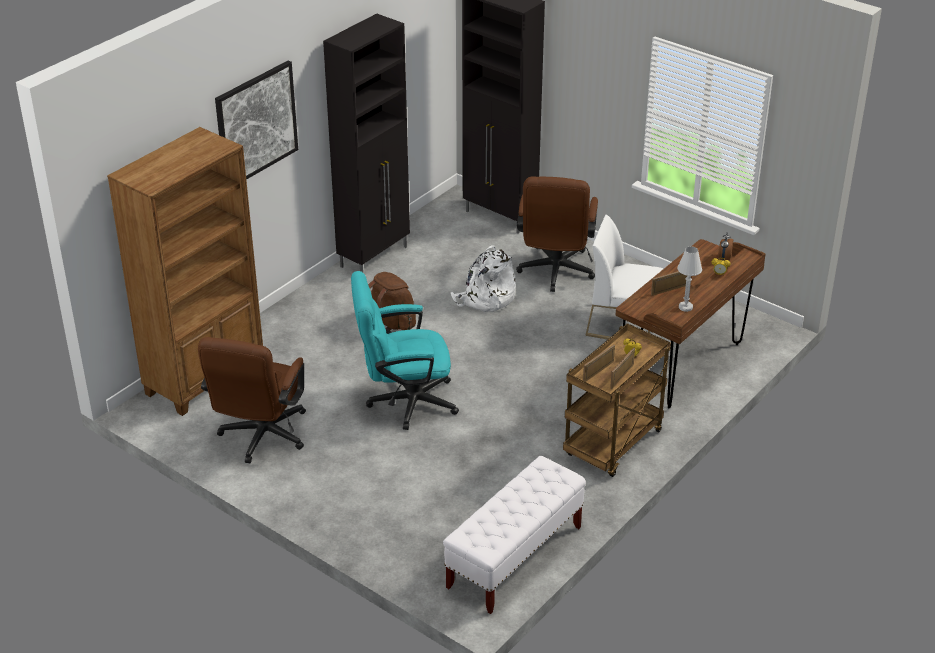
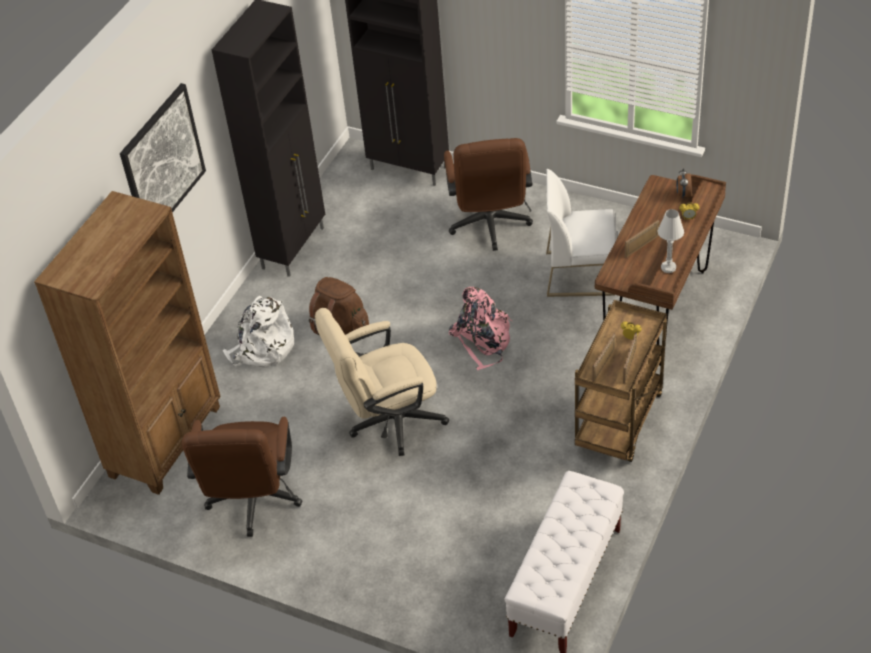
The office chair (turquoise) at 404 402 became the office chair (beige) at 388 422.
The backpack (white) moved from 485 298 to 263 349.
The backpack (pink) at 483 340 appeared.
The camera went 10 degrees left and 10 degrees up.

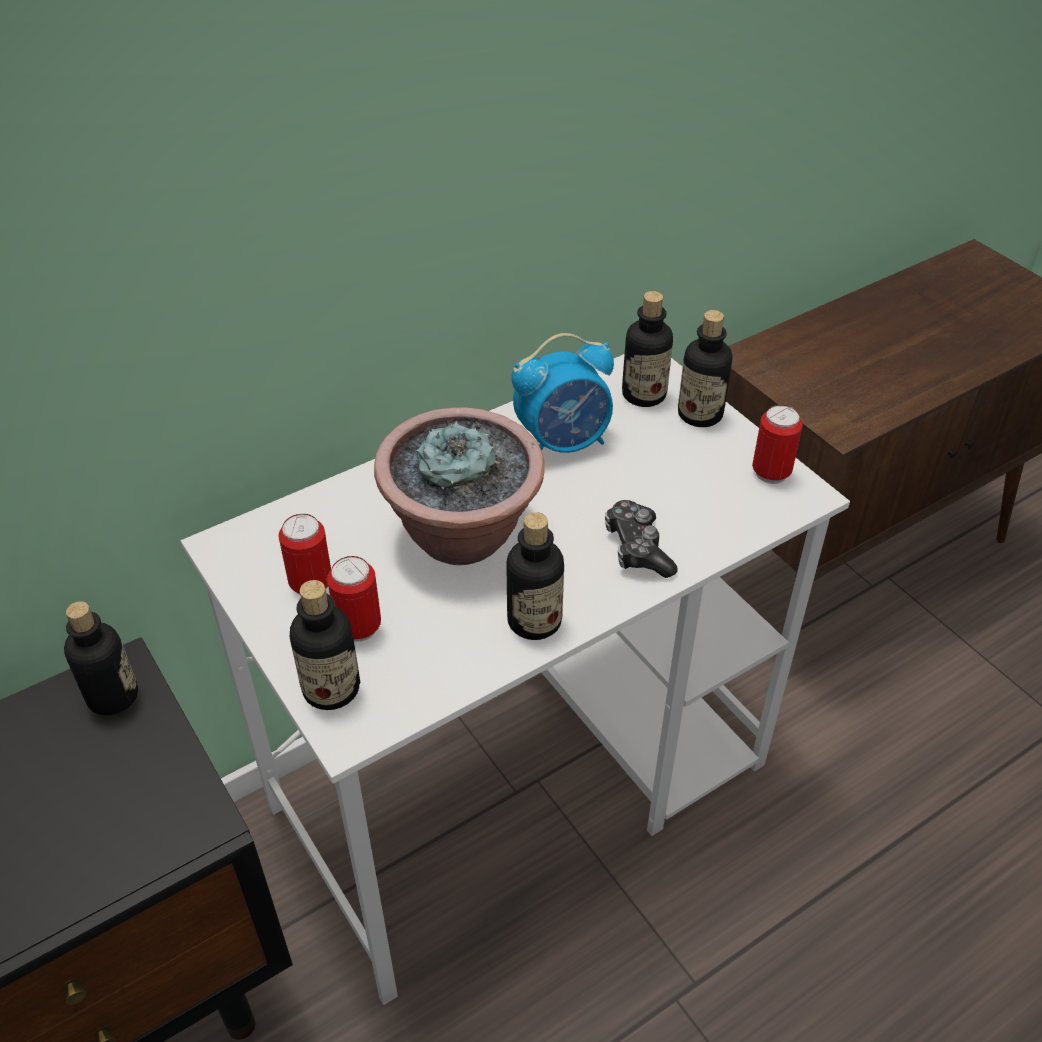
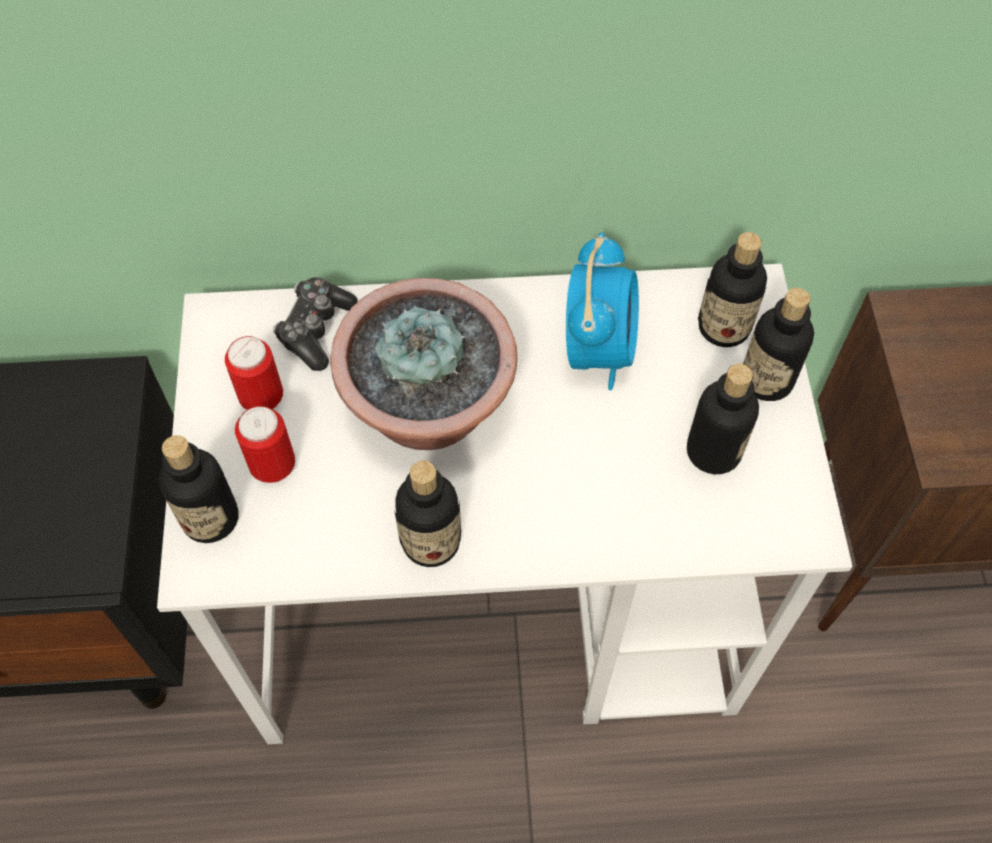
The bottle moved from 113 696 to 713 451.
The alarm clock at 563 443 turned 90 degrees counterclockwise.
The game controller moved from 637 548 to 316 329.
The can at 771 473 disappeared.
The camera went 30 degrees right and 15 degrees up.

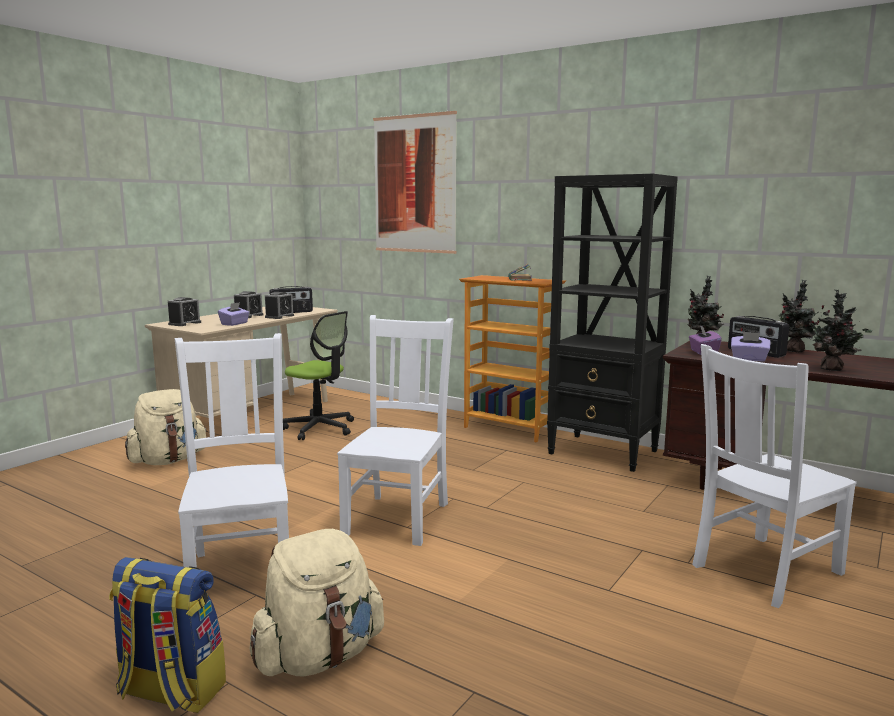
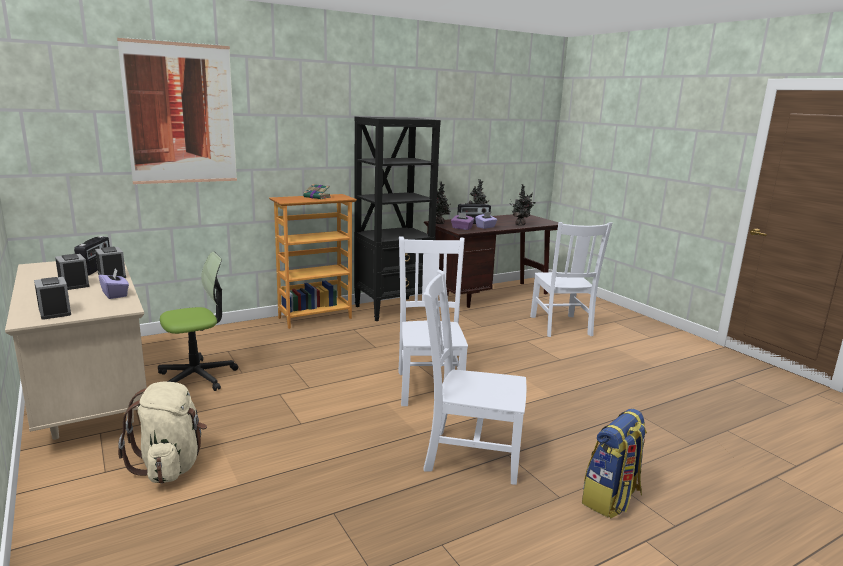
The backpack (beige) at 319 657 disappeared.
The chair (white) at 398 517 turned 45 degrees clockwise.
The camera went 65 degrees left and 5 degrees up.

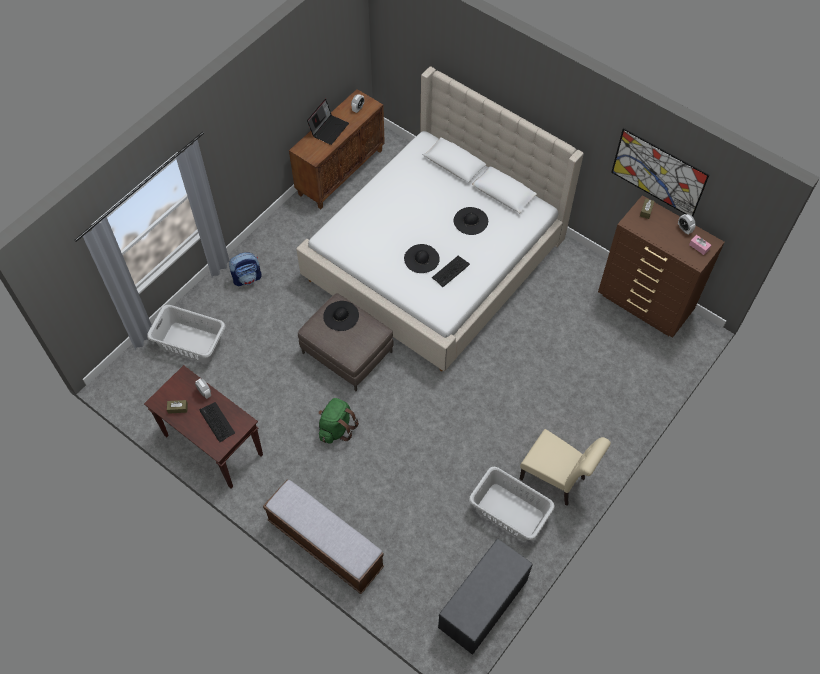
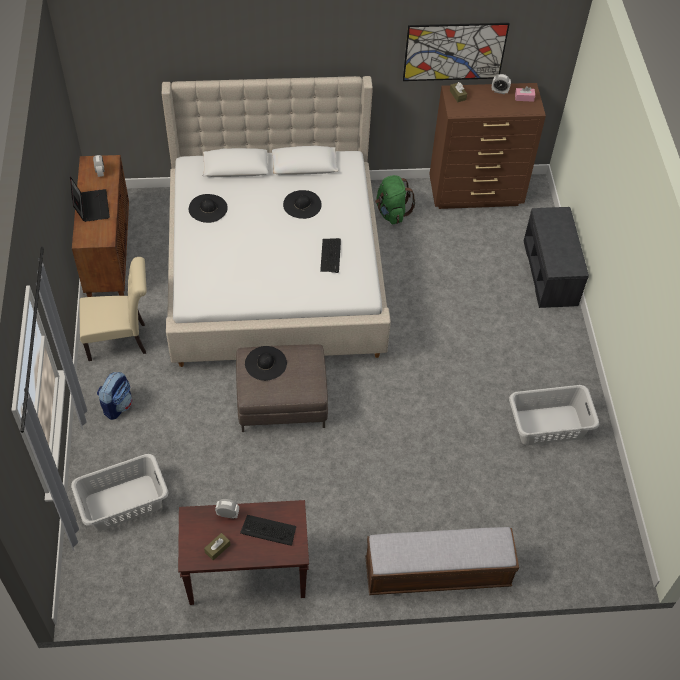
The backpack (green) moved from 336 428 to 391 212.
The hat (black) moved from 421 258 to 208 208.
The bench (grey) moved from 483 605 to 551 273.
The chair (beige) moved from 556 480 to 121 341.
The camera went 45 degrees left and 5 degrees down.

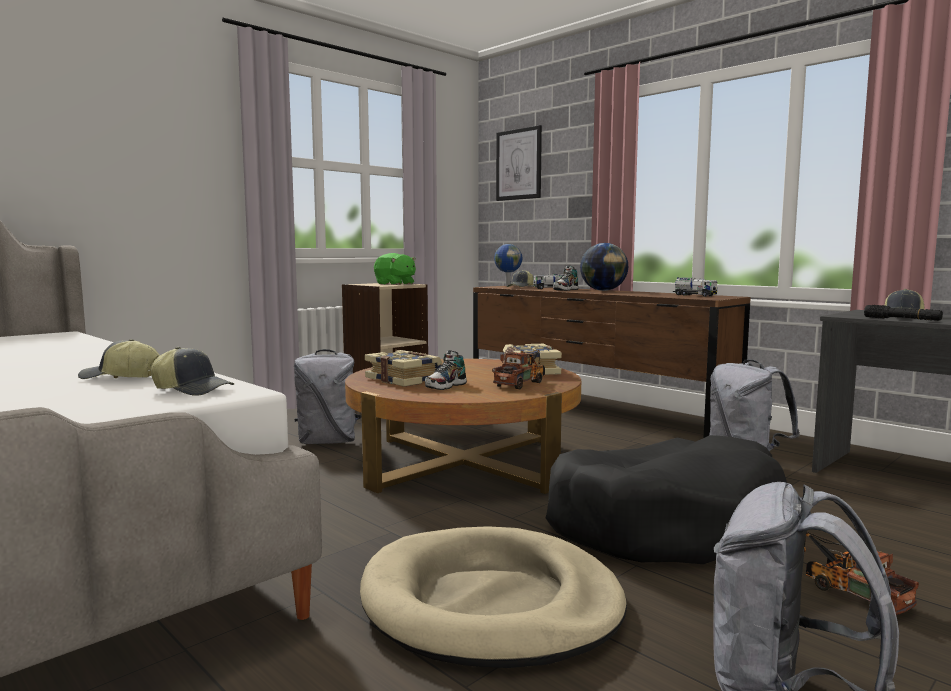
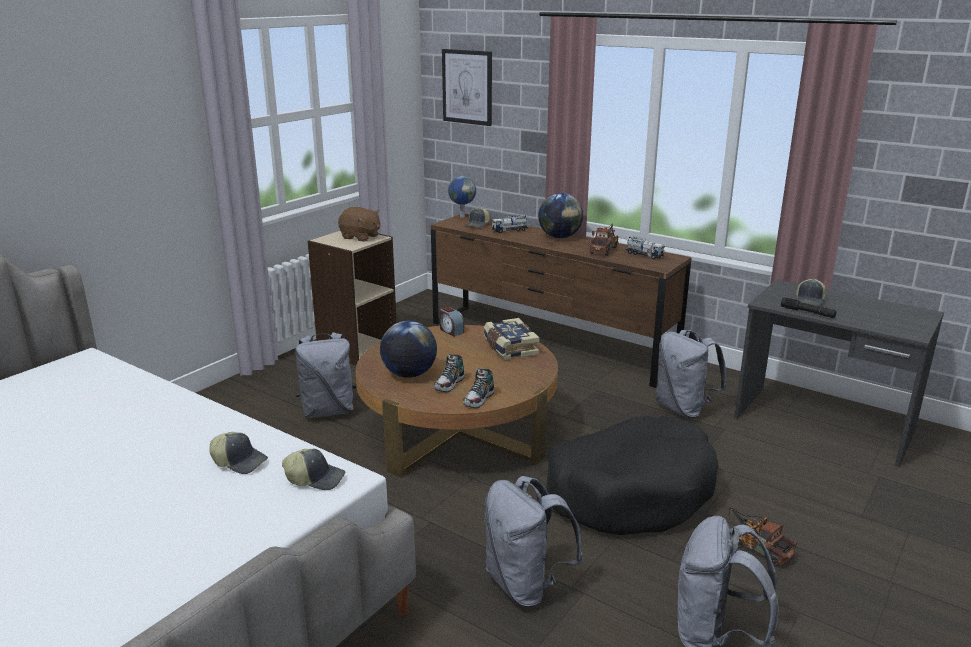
The cap at 120 378 turned 150 degrees counterclockwise.
The dog bed (beige) at 491 604 was replaced by the backpack (grey) at 526 585.
The book at 404 380 was replaced by the globe at 409 374.
The plush toy (green) at 395 284 became the plush toy (brown) at 360 237.
The toy truck moved from 522 383 to 604 249.
The shoe moved from 565 290 to 479 399.
The alarm clock at 451 331 appeared.
The camera went 10 degrees left and 15 degrees up.

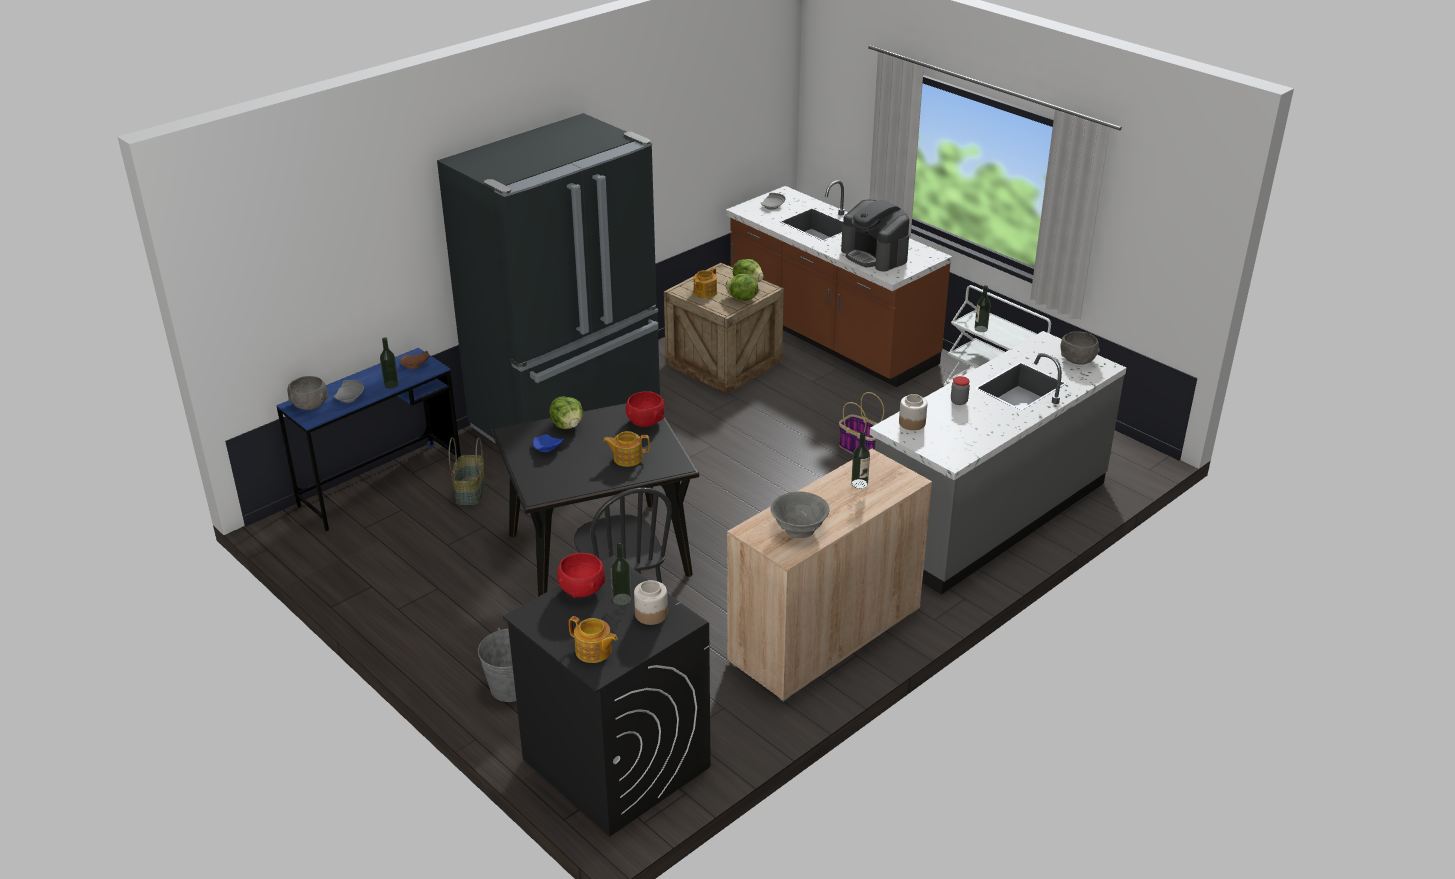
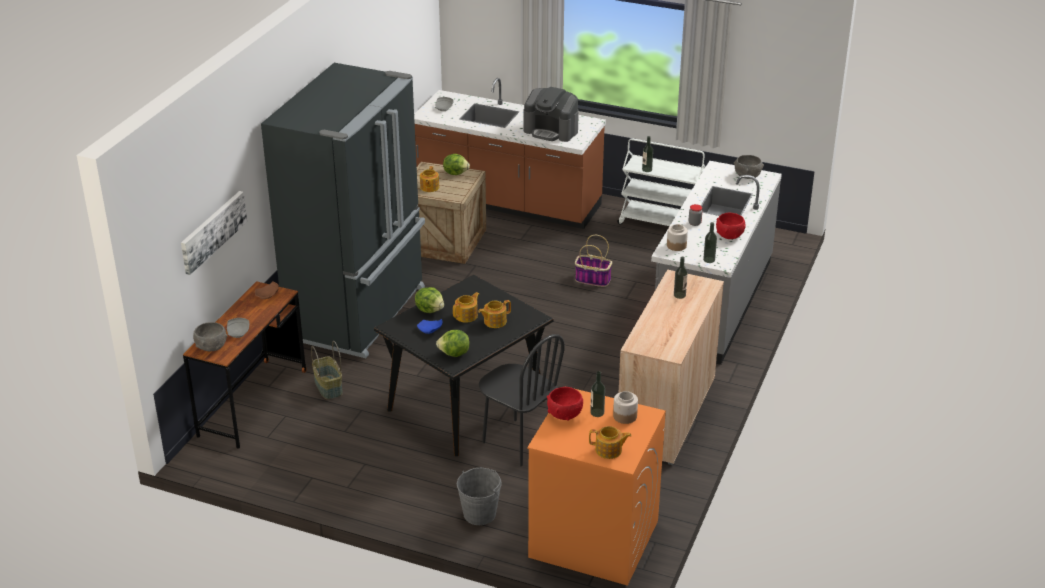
The desk (blue) at 381 486 became the desk (brown) at 253 403.
The bottle moved from 391 384 to 709 260.
The washing machine (black) at 614 762 became the washing machine (orange) at 592 539.
The bowl (red) moved from 645 421 to 729 235.
The lettuce moved from 742 299 to 454 354.
The bowl (grey) at 799 529 disappeared.
The picture at 212 231 appeared.
The teapot at 467 316 appeared.
The camera went 25 degrees left and 0 degrees up.

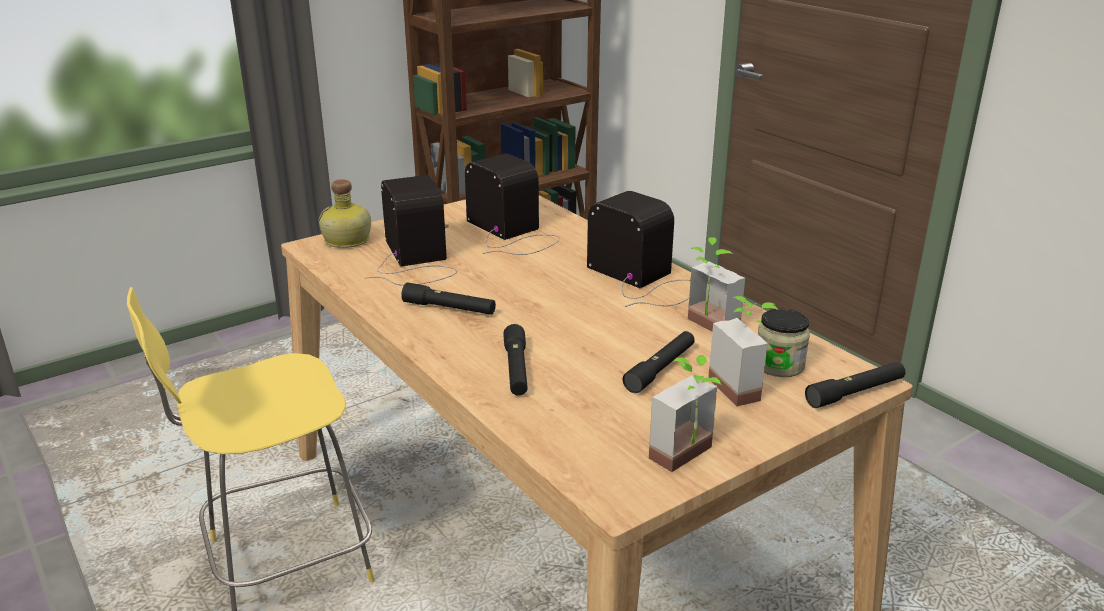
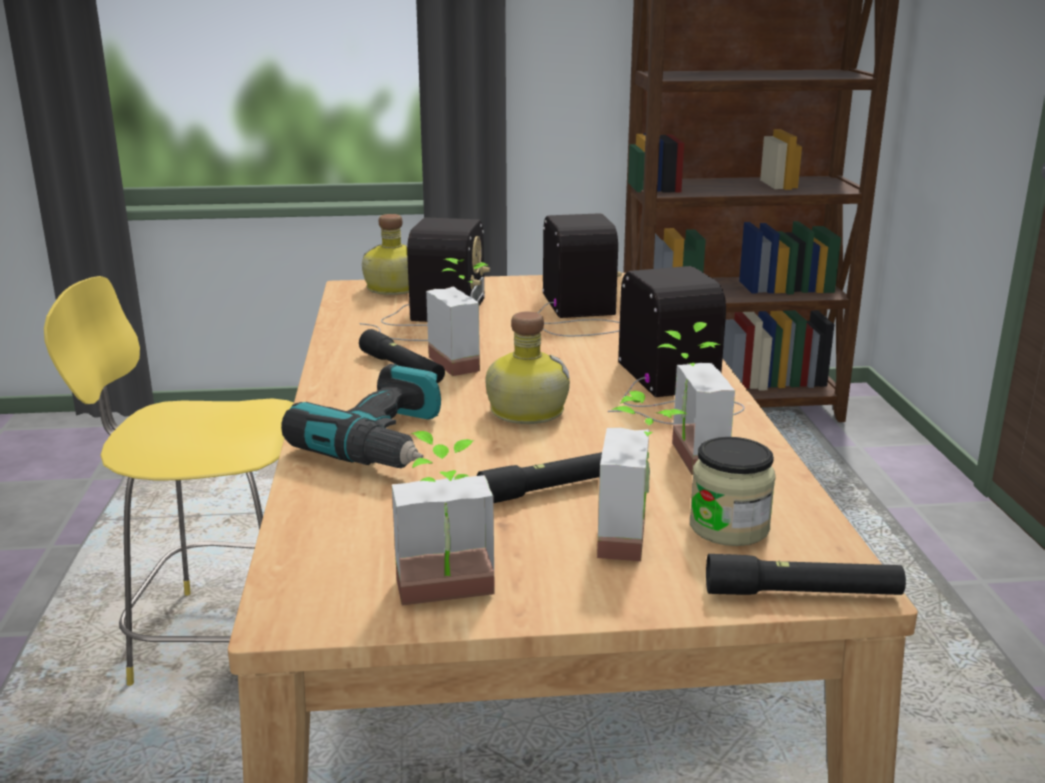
The flashlight (black) at 516 369 was replaced by the power drill at 385 443.
The potted plant at 465 362 appeared.
The bottle at 525 410 appeared.
The camera went 30 degrees right and 5 degrees down.

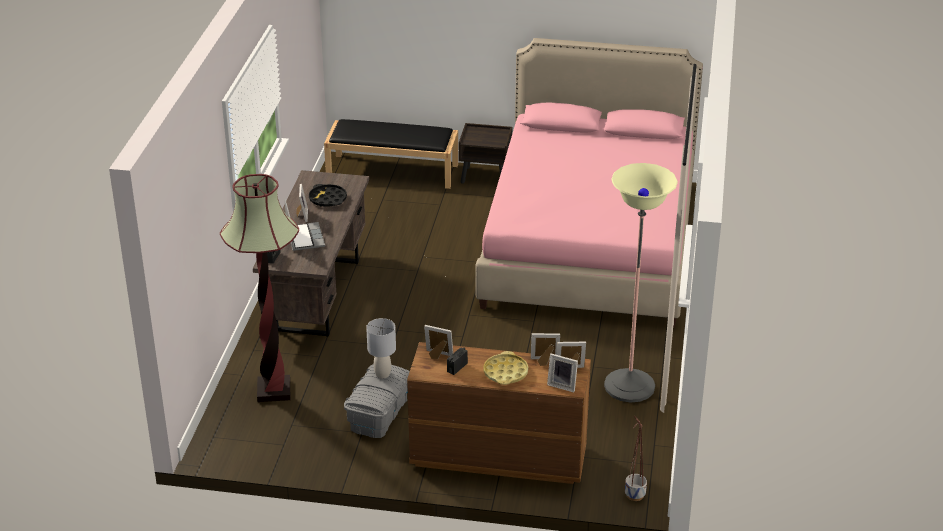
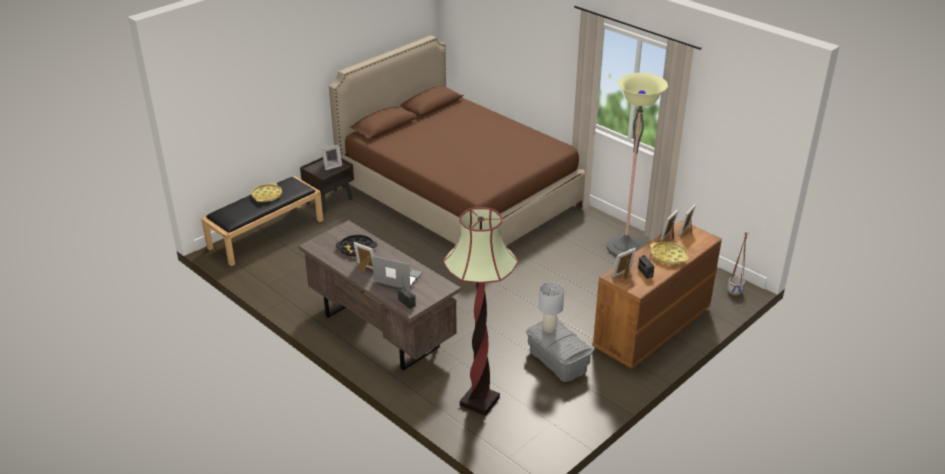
The bed (pink) at 590 243 became the bed (brown) at 459 196.
The picture frame moved from 562 385 to 332 166.
The tray (yellow) at 267 195 appeared.
The camera went 55 degrees left and 0 degrees up.

